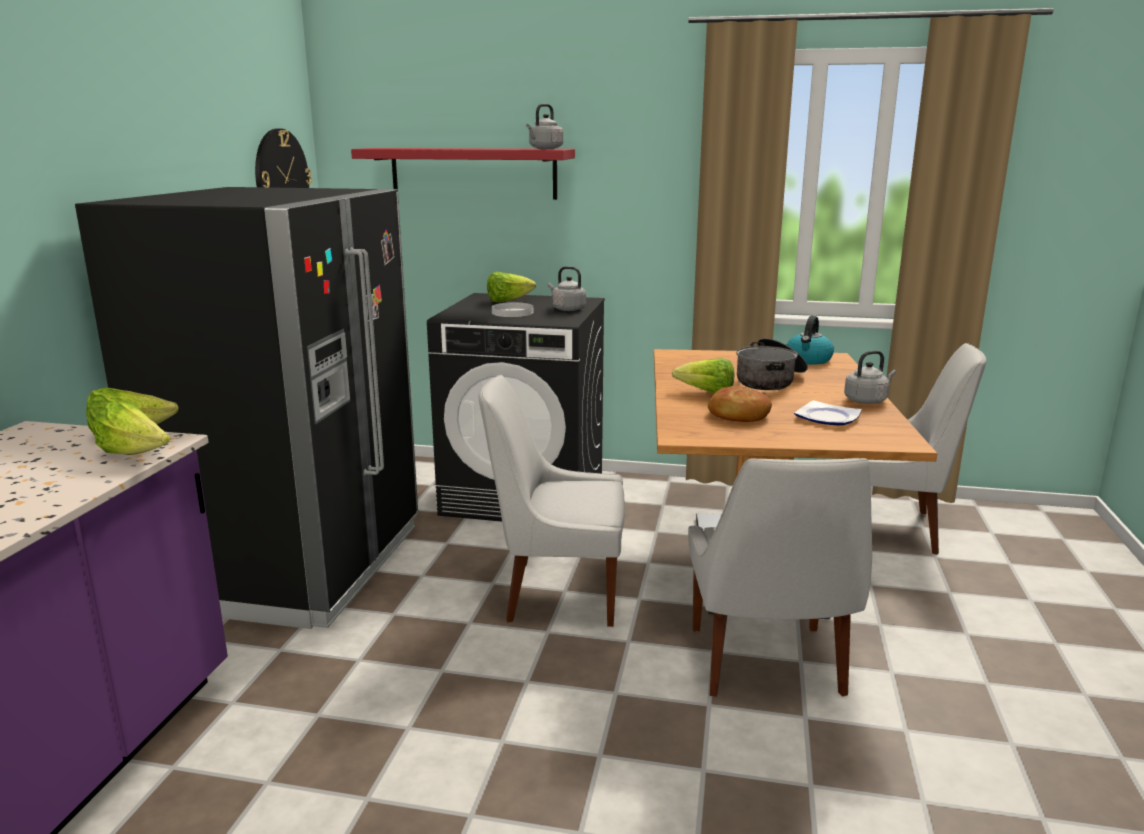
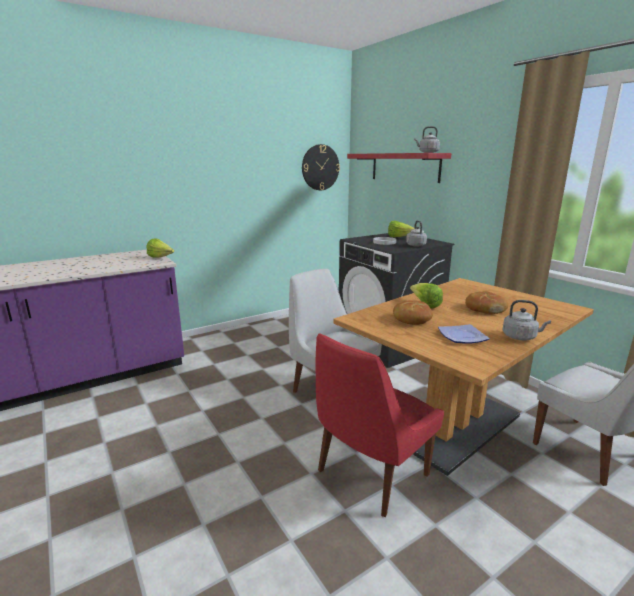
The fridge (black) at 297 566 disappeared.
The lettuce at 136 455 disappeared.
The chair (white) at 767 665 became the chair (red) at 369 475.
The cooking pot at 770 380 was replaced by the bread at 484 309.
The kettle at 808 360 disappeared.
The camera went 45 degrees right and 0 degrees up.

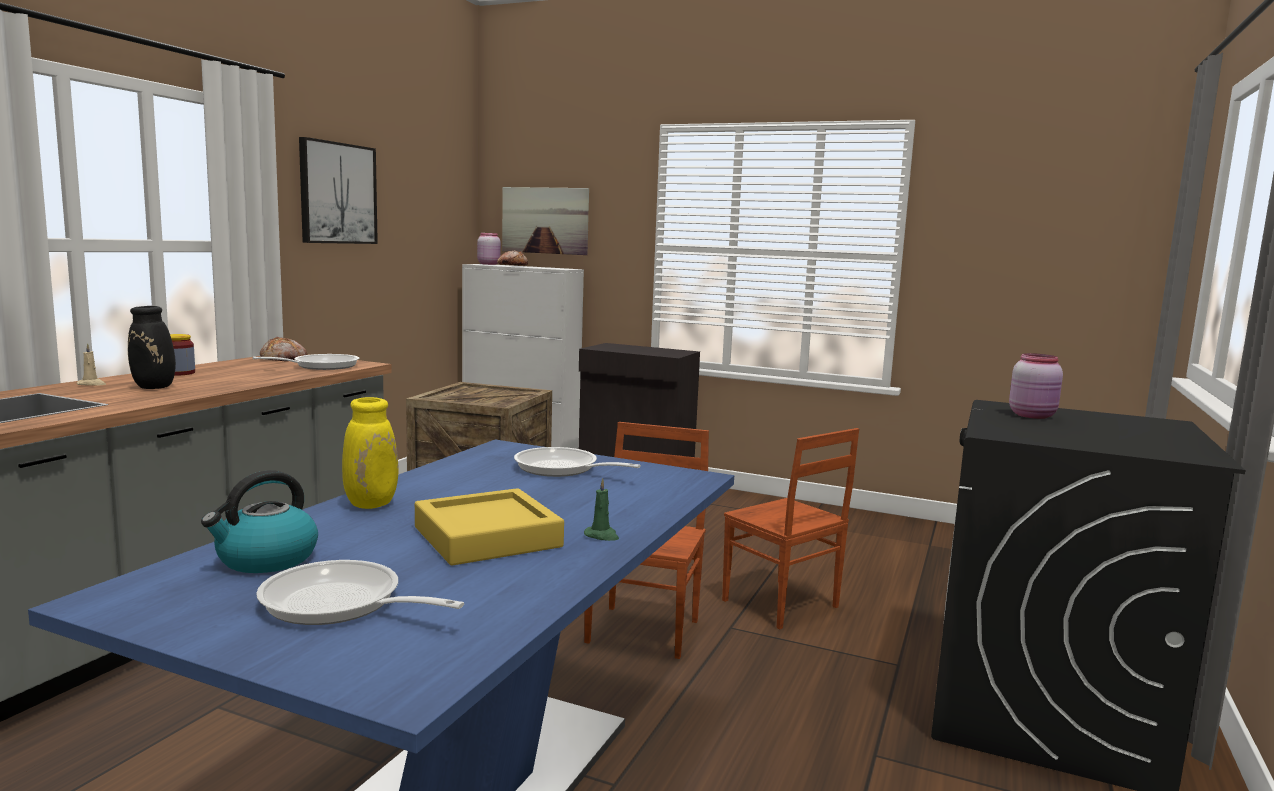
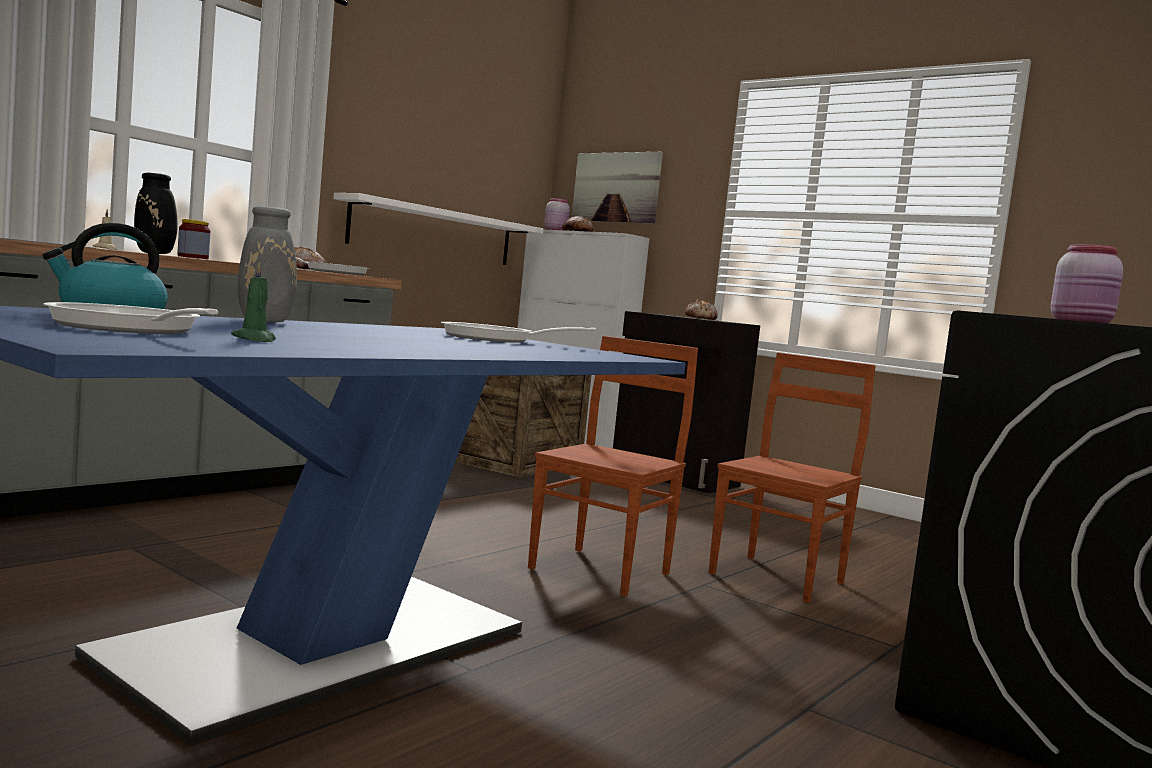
The picture at 337 193 disappeared.
The vase (yellow) at 373 504 became the vase (grey) at 267 321.
The tray (yellow) at 487 537 disappeared.
The frying pan at 562 469 turned 45 degrees counterclockwise.
The candle (green) moved from 602 536 to 255 339.
The chair (brown) at 780 605 turned 120 degrees counterclockwise.
The shelf (white) at 434 233 appeared.
The bread at 701 318 appeared.
The camera went 15 degrees right and 5 degrees down.

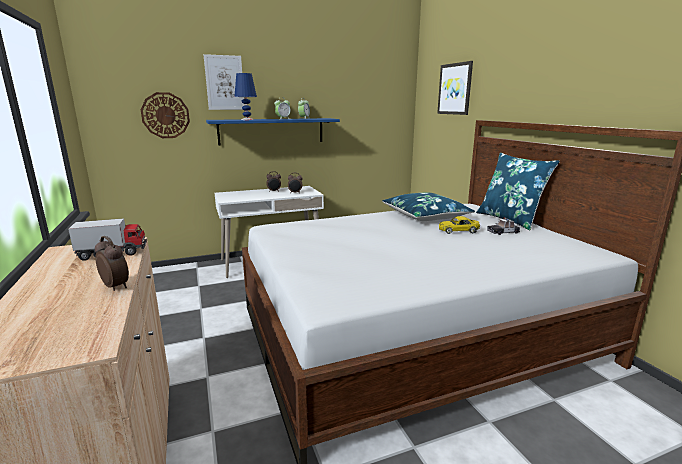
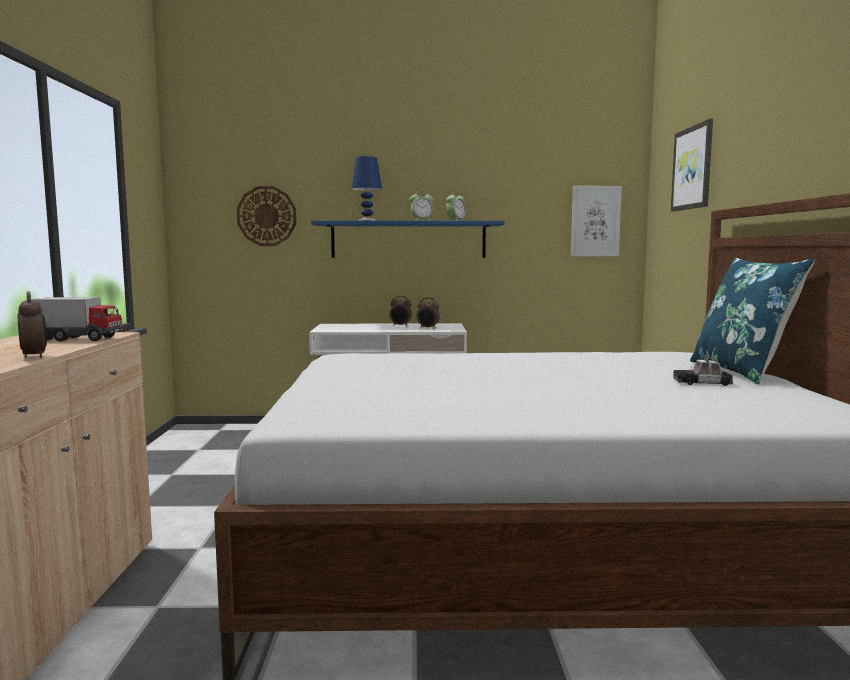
The picture moved from 224 83 to 595 221.
The pillow (blue) at 425 216 disappeared.
The toy car (yellow) at 458 230 disappeared.
The camera went 20 degrees right and 10 degrees down.

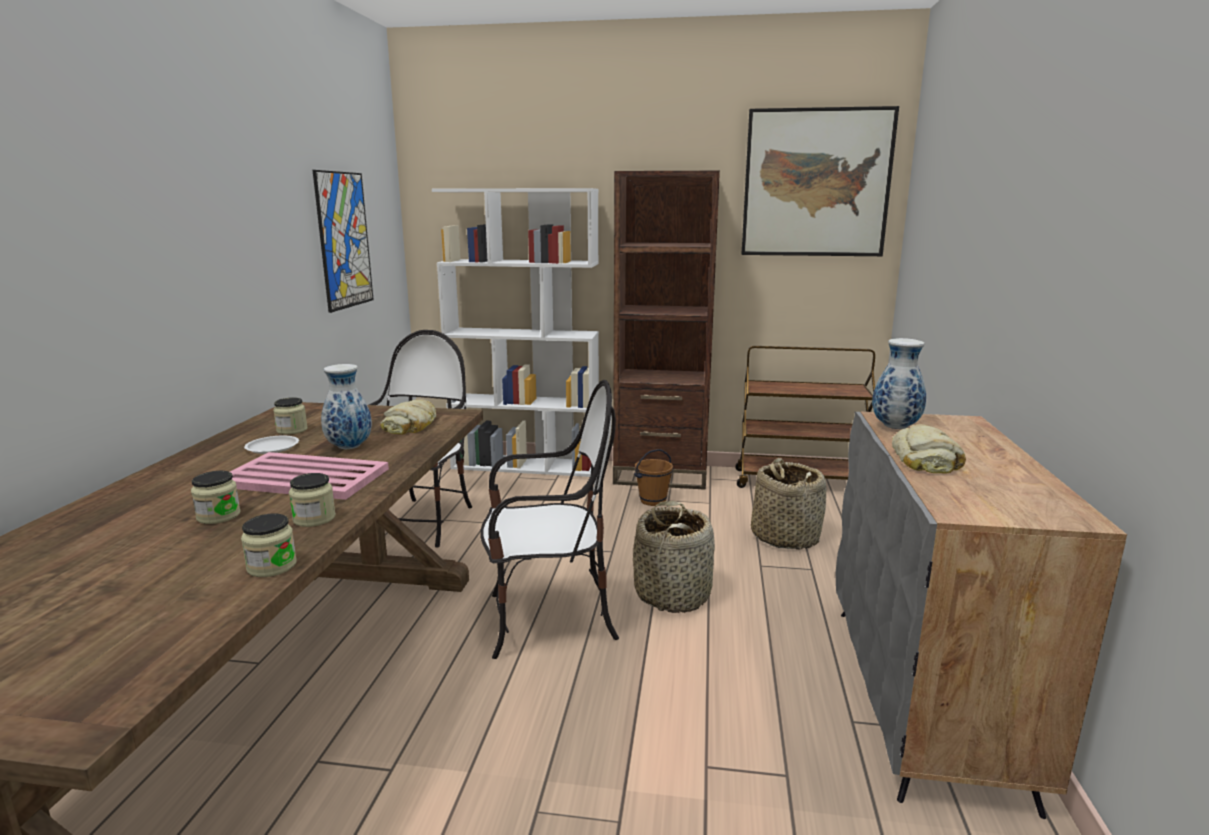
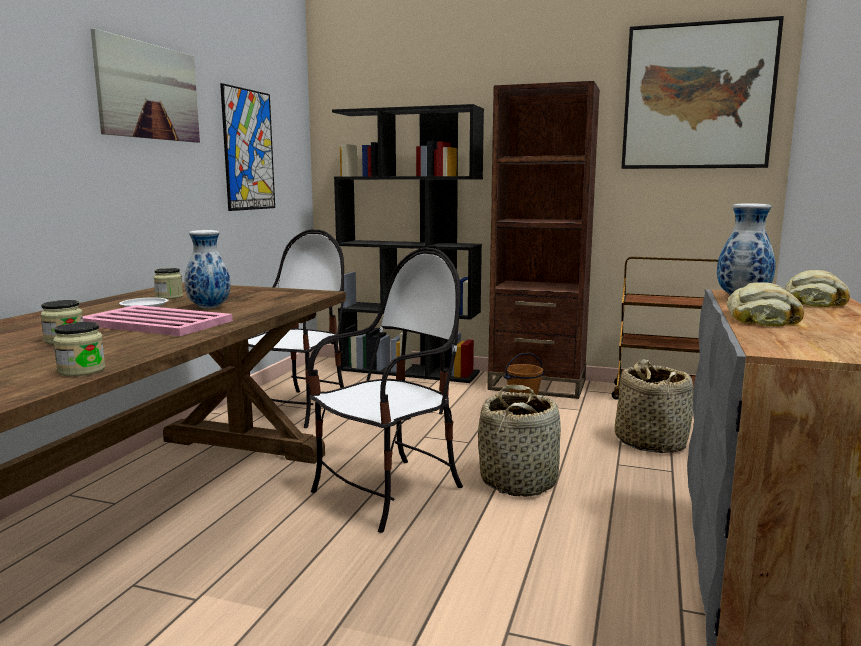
The jar at 314 518 disappeared.
The bread moved from 411 425 to 813 300.
The bookcase (white) at 526 465 became the bookcase (black) at 410 371.
The chair at 549 620 turned 45 degrees counterclockwise.
The picture at 149 91 appeared.
The camera went 10 degrees right and 5 degrees down.

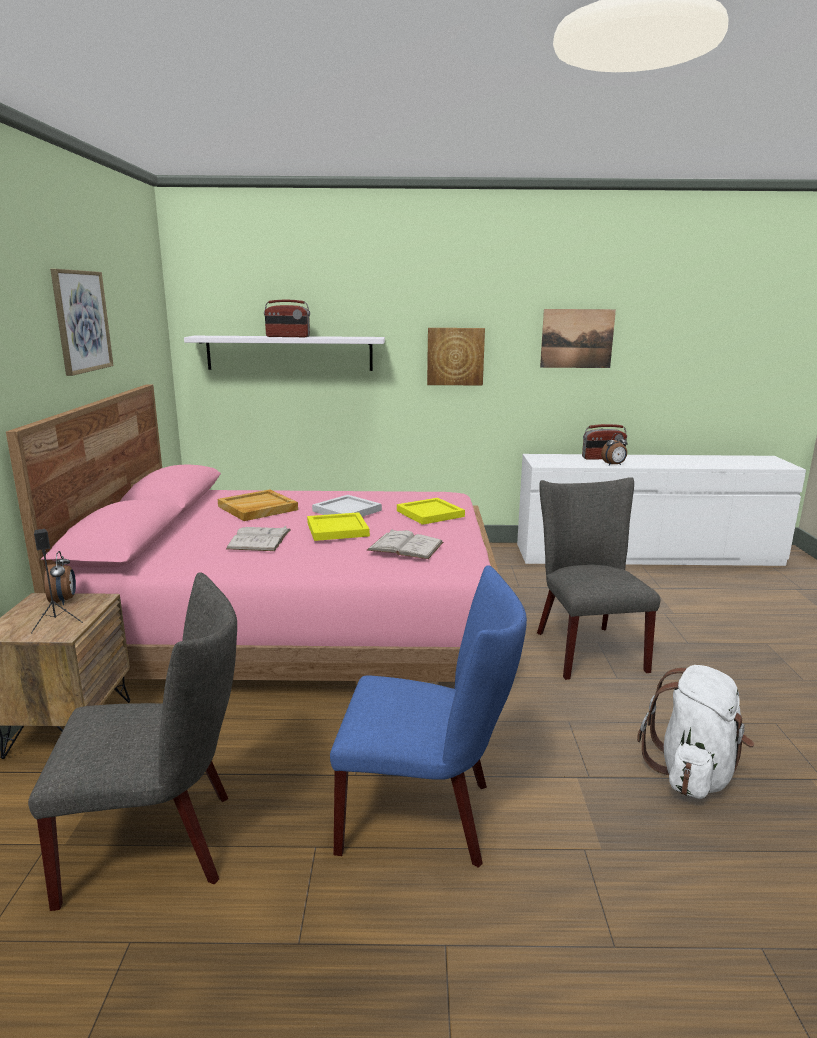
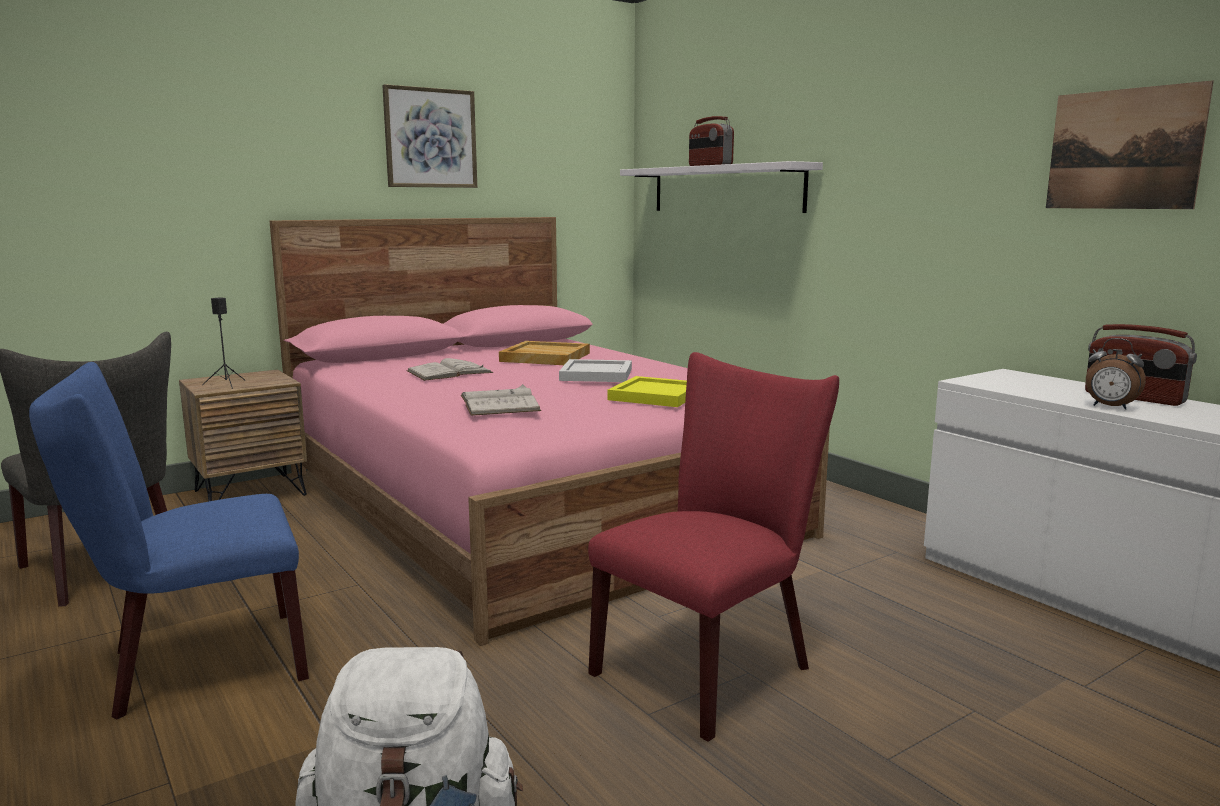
The alarm clock at 64 601 disappeared.
The tray (yellow) at 338 529 disappeared.
The chair (blue) at 427 816 turned 90 degrees clockwise.
The picture at 455 356 disappeared.
The chair (grey) at 585 647 became the chair (red) at 711 666.
The camera went 55 degrees right and 5 degrees down.

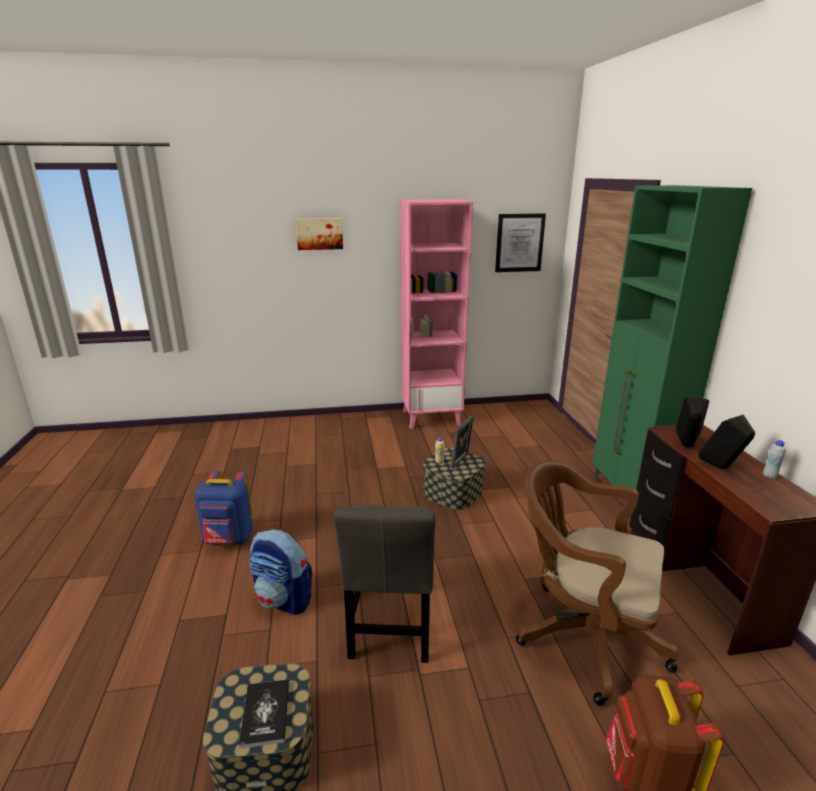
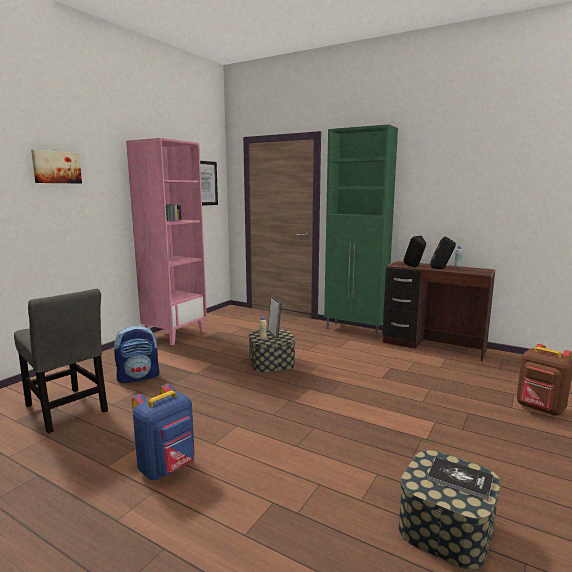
The backpack moved from 284 599 to 139 377.
The chair (grey) moved from 391 626 to 67 410.
The office chair (brown) at 582 635 disappeared.
The camera went 50 degrees left and 10 degrees down.

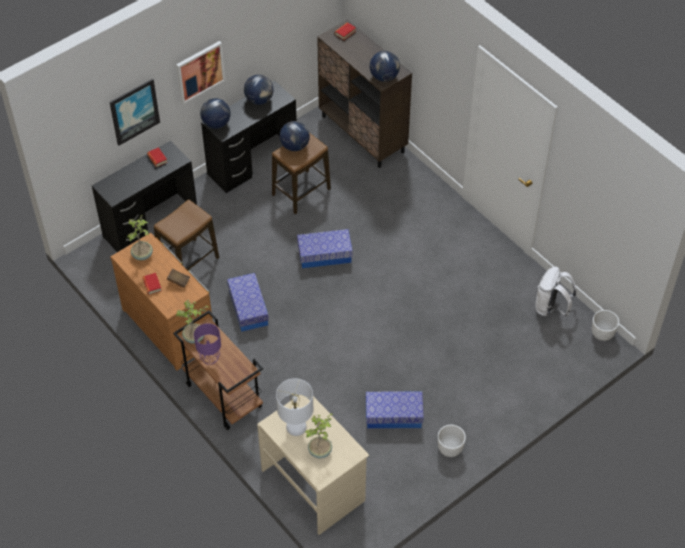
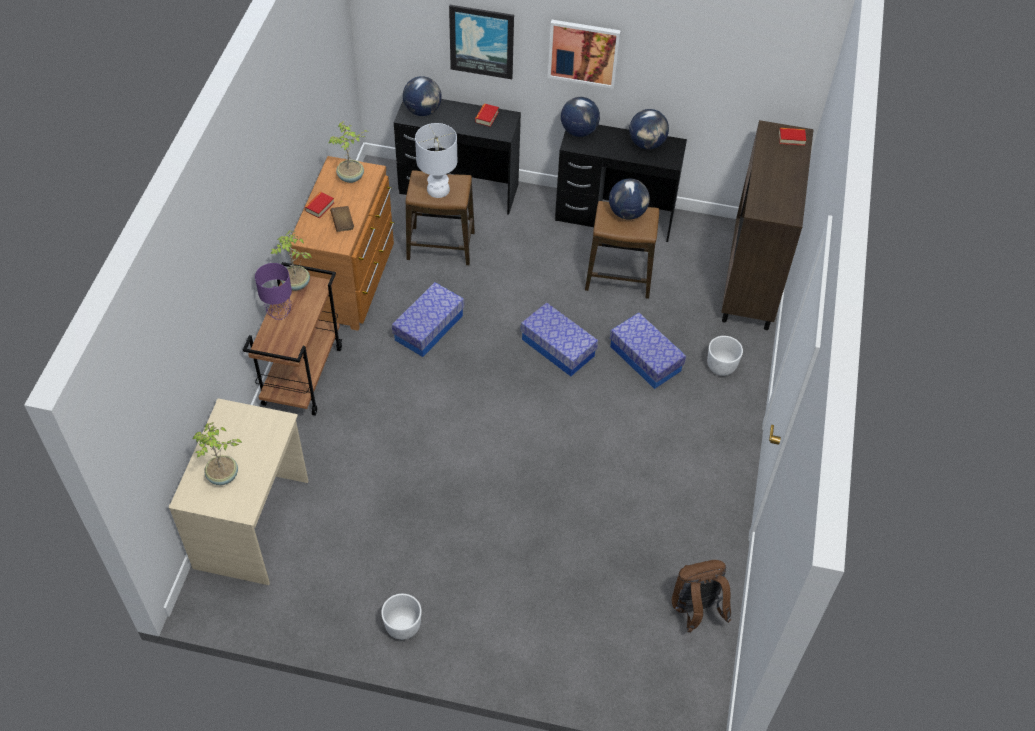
The table lamp (white) moved from 296 427 to 437 190.
The storage box moved from 393 415 to 645 359.
The globe moved from 384 77 to 423 111.
The backpack (white) at 551 308 became the backpack (brown) at 695 610.
The planter (white) moved from 602 333 to 721 367.
The camera went 50 degrees right and 0 degrees up.

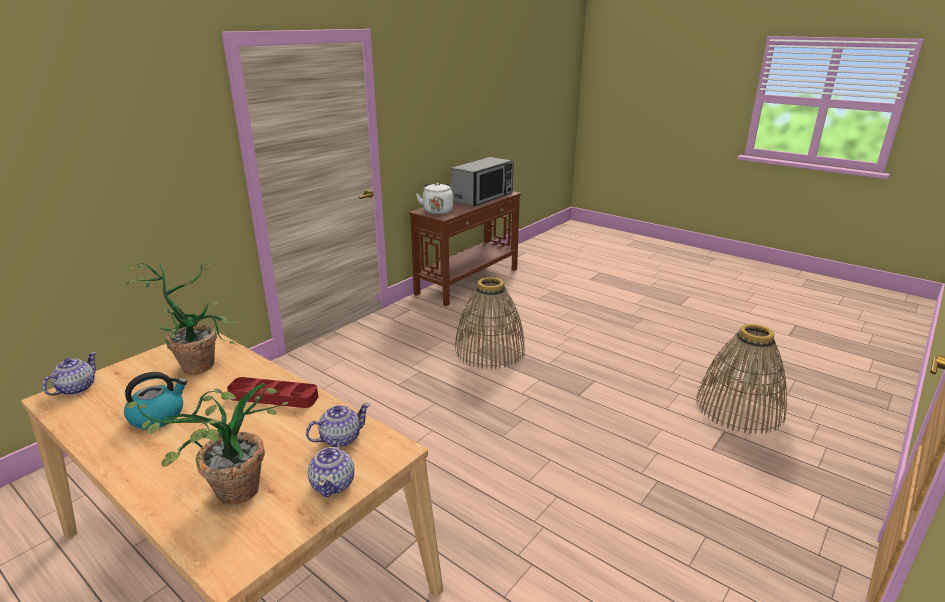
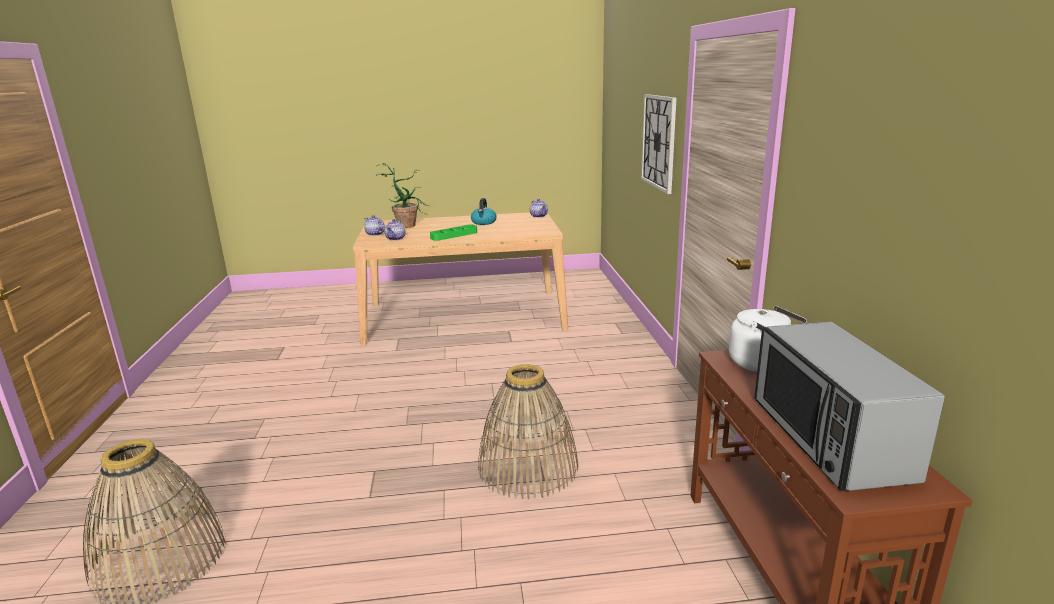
The potted plant at 199 362 disappeared.
The tray (red) at 273 397 became the tray (green) at 454 235.
The wall clock at 659 142 appeared.
The camera went 135 degrees right and 5 degrees down.

